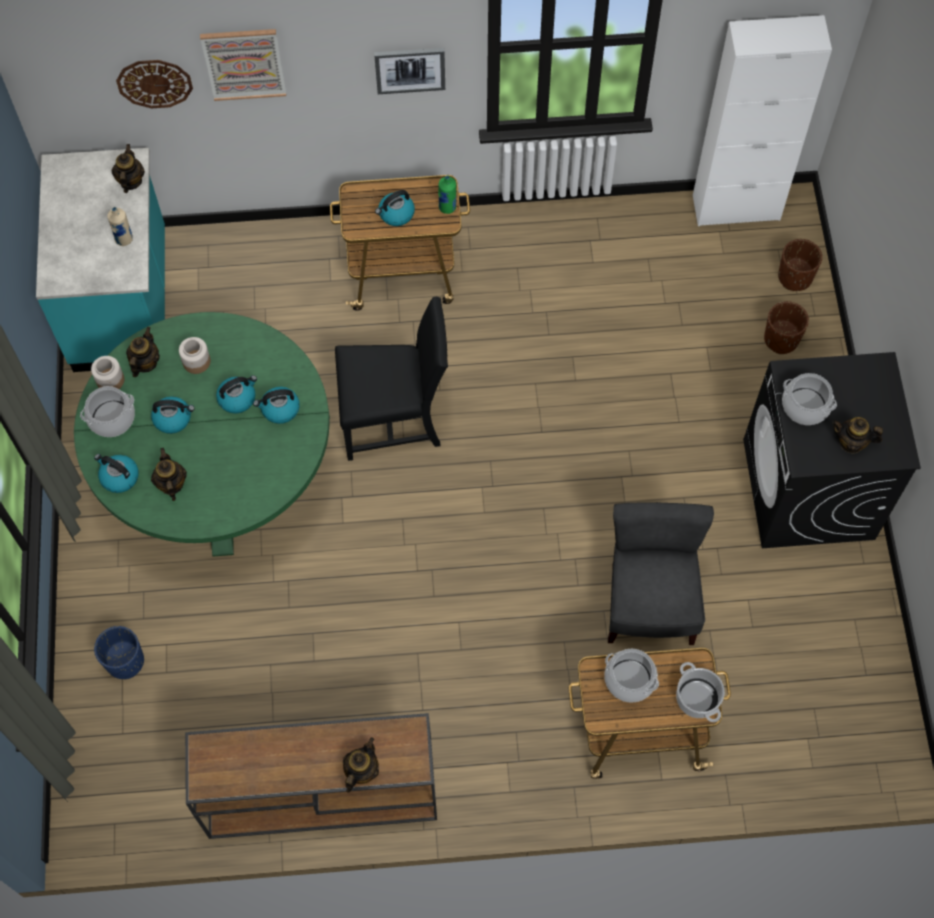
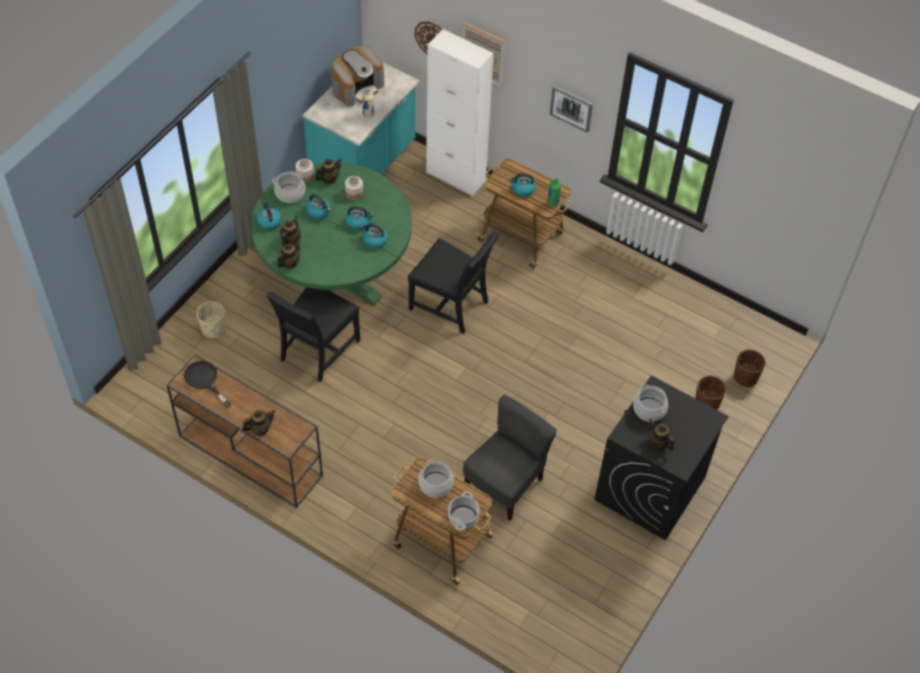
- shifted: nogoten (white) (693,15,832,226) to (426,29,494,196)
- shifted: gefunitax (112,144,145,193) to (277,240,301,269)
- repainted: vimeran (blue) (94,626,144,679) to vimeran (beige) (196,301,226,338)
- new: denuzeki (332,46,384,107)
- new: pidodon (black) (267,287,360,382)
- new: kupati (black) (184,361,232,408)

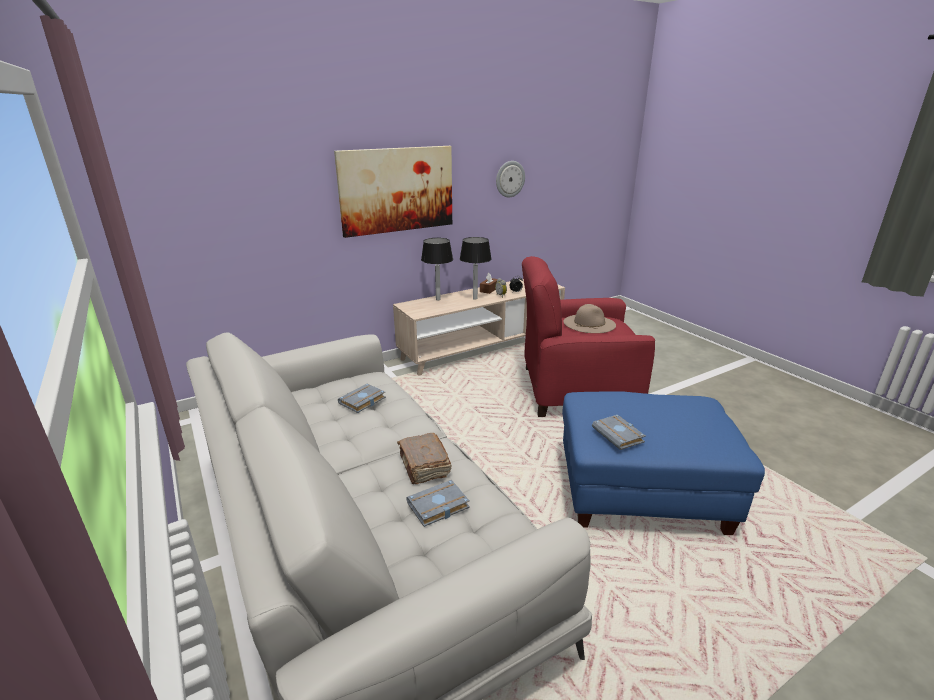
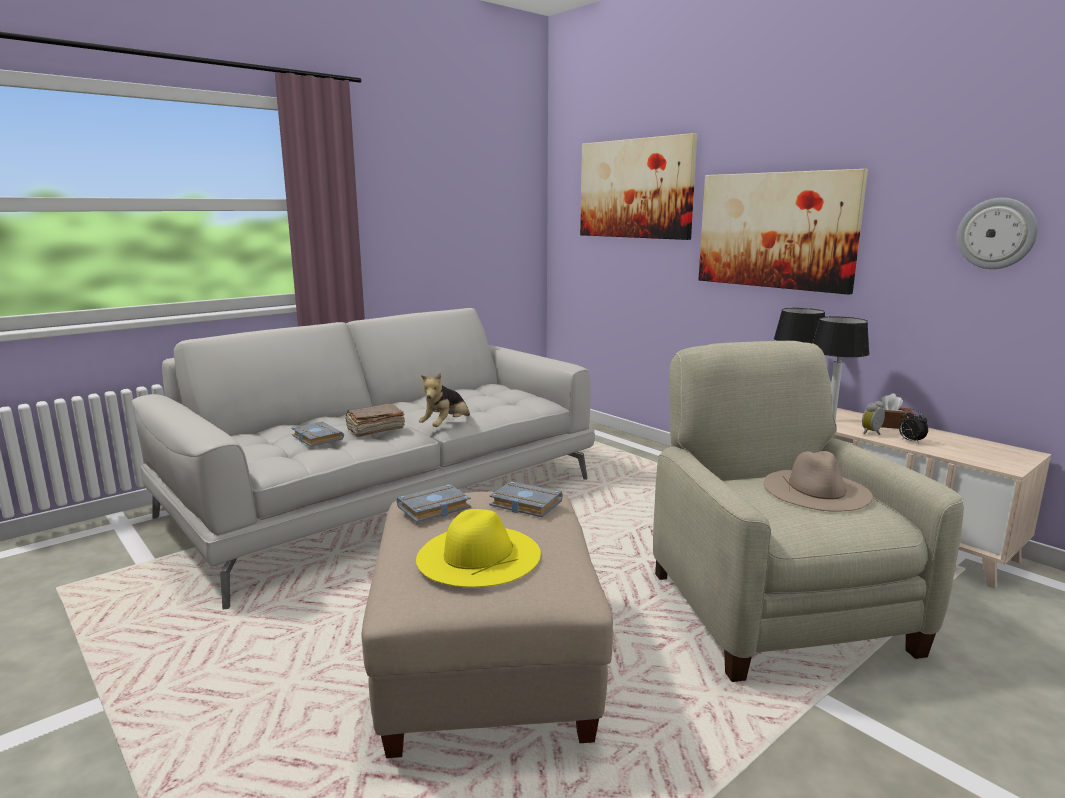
- repainted: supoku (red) (522,256,655,417) to supoku (beige) (653,341,964,682)
- shifted: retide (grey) (338,384,386,413) to (489,481,563,517)
- repainted: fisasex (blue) (562,391,765,535) to fisasex (beige) (361,491,613,758)
- new: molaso (580,133,697,240)
- new: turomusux (419,373,470,427)
- new: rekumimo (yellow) (416,509,541,587)

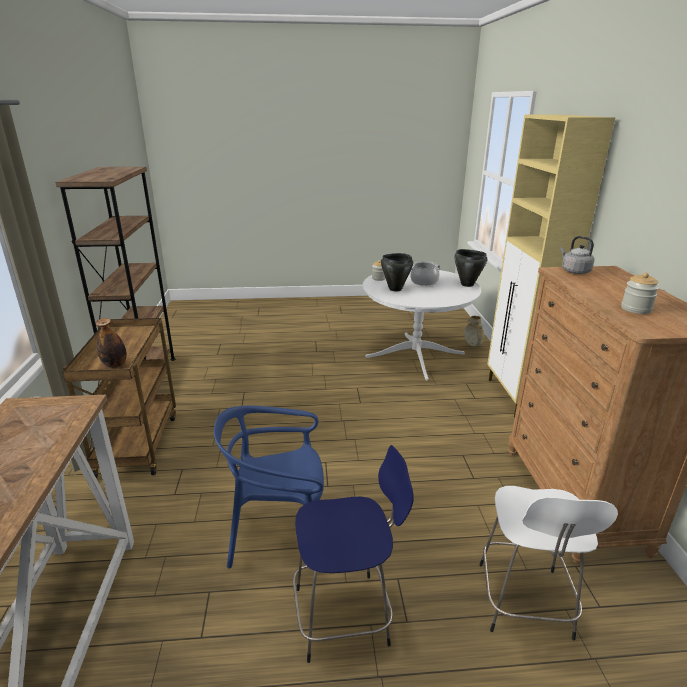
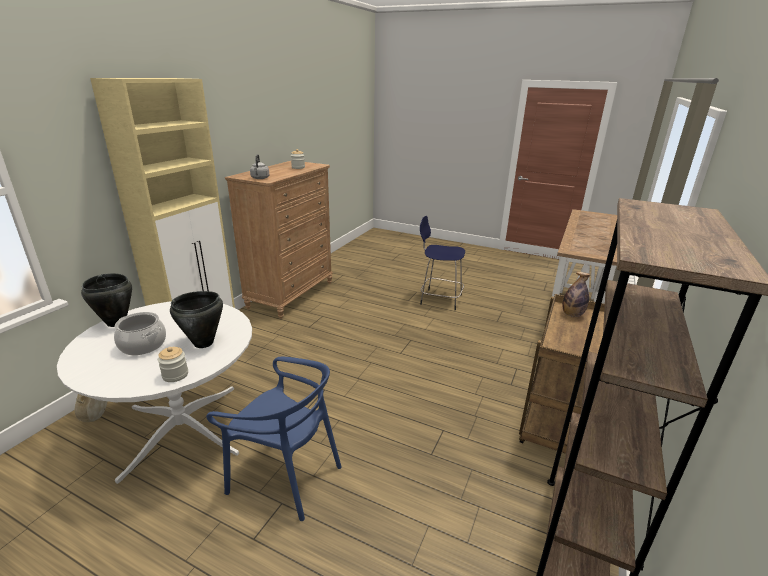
- shifted: pidodon (blue) (214,406,324,569) to (206,357,341,521)
- gone: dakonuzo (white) (479,486,618,641)

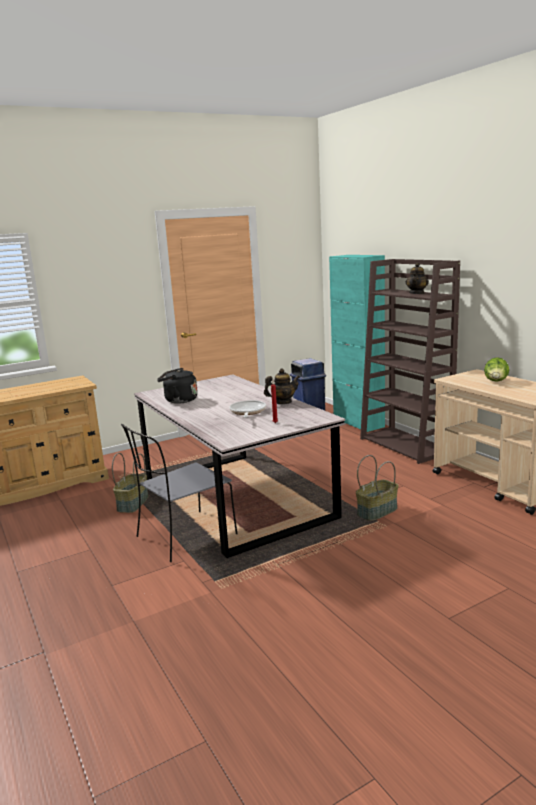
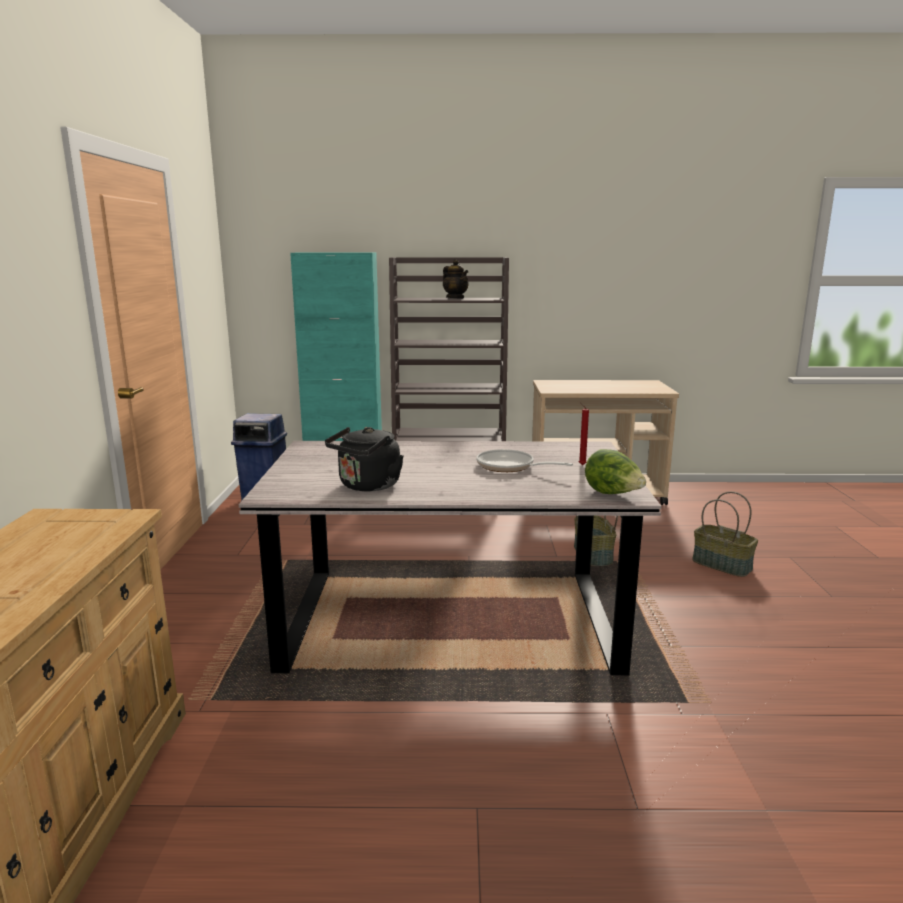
- shifted: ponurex (484,357,509,382) to (585,449,646,494)
- gone: gefunitax (264,368,300,404)
- gone: pidodon (grey) (121,424,238,562)
- shifted: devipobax (112,453,149,513) to (692,492,758,577)

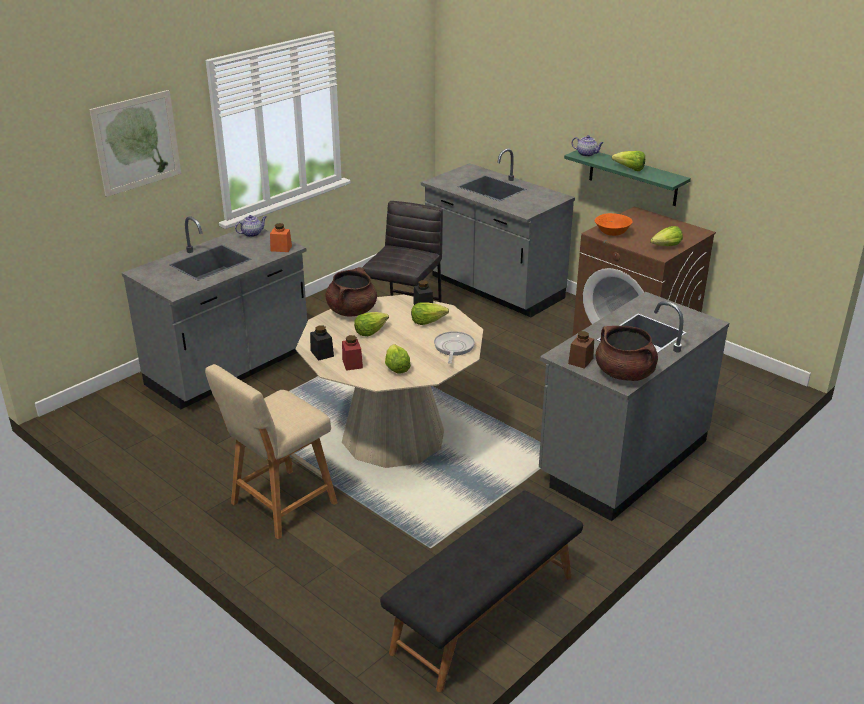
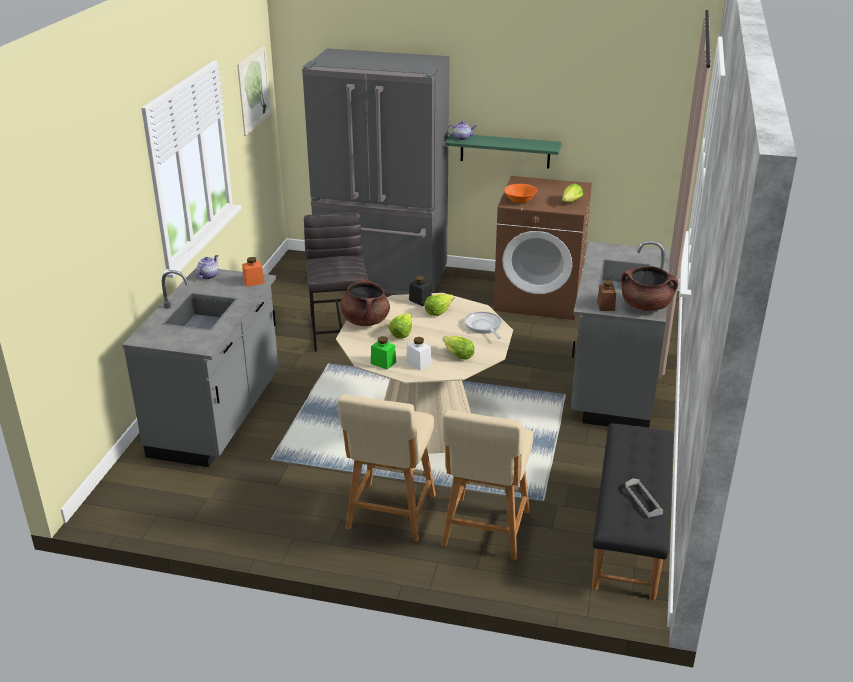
- shifted: molaso (90,90,181,197) to (237,45,271,136)
- swapped: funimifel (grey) (421,148,575,317) to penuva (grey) (302,48,450,295)
- gone: ponurex (612,151,645,171)
- repainted: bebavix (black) (310,325,334,361) to bebavix (green) (371,336,396,370)
- repainted: bebavix (red) (342,335,363,371) to bebavix (white) (406,337,432,371)
- new: dakonuzo (beige) (441,410,533,560)
- new: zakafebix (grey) (625,478,663,517)

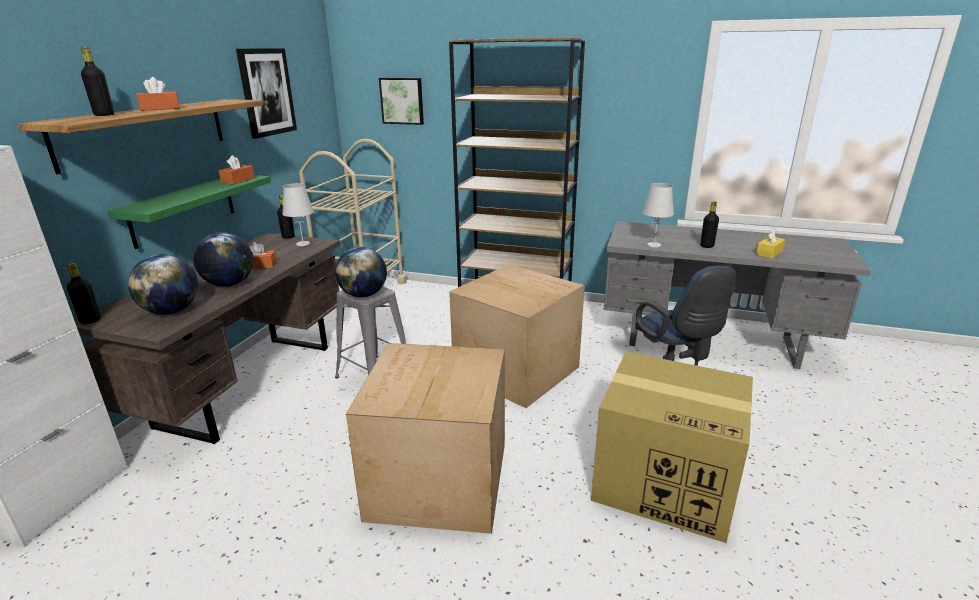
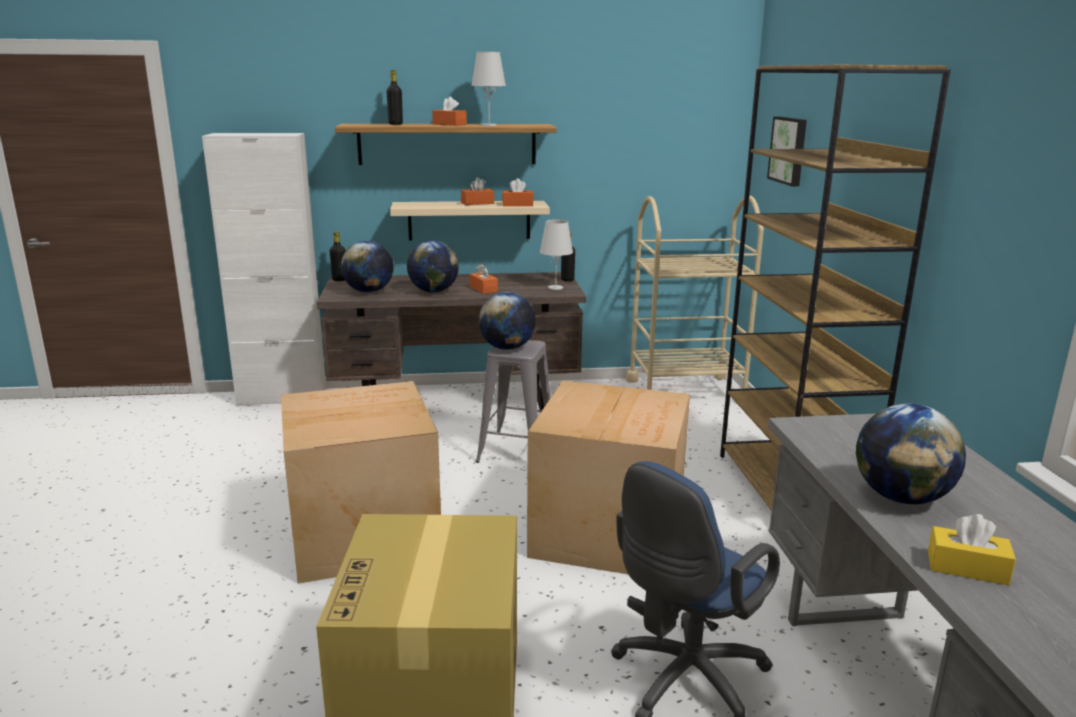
- gone: molaso (236,48,297,139)
- repainted: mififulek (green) (107,175,271,249) to mififulek (beige) (390,201,550,241)
- shifted: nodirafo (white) (642,183,674,248) to (471,52,506,126)
- swapped: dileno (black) (700,201,719,248) to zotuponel (856,403,966,504)
- new: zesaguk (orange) (461,177,494,205)

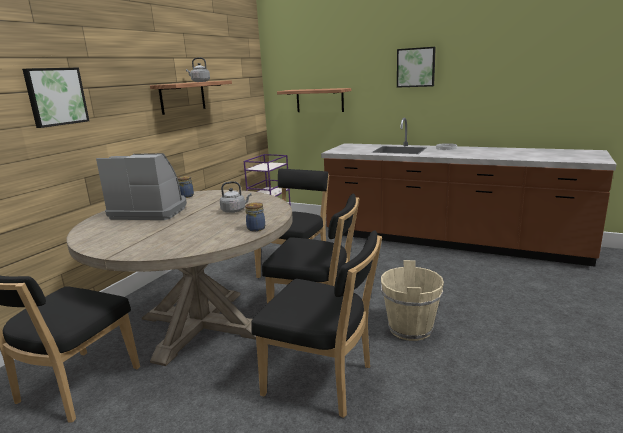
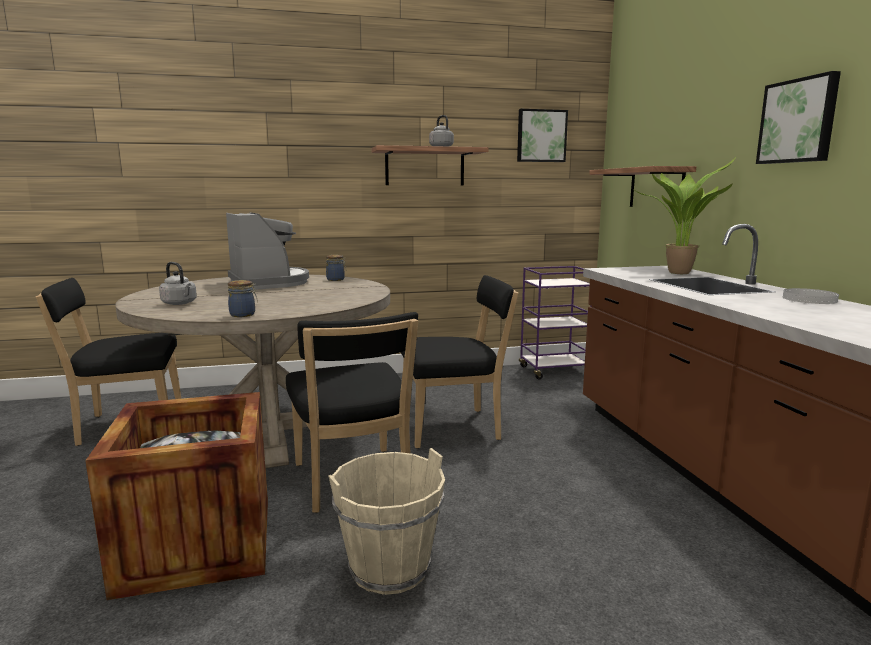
- shifted: molaso (22,68,89,128) to (517,109,568,162)
- shifted: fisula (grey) (220,181,252,213) to (159,262,197,305)
- swapped: pidodon (black) (251,230,382,418) to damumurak (85,392,268,600)
- new: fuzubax (636,157,736,274)

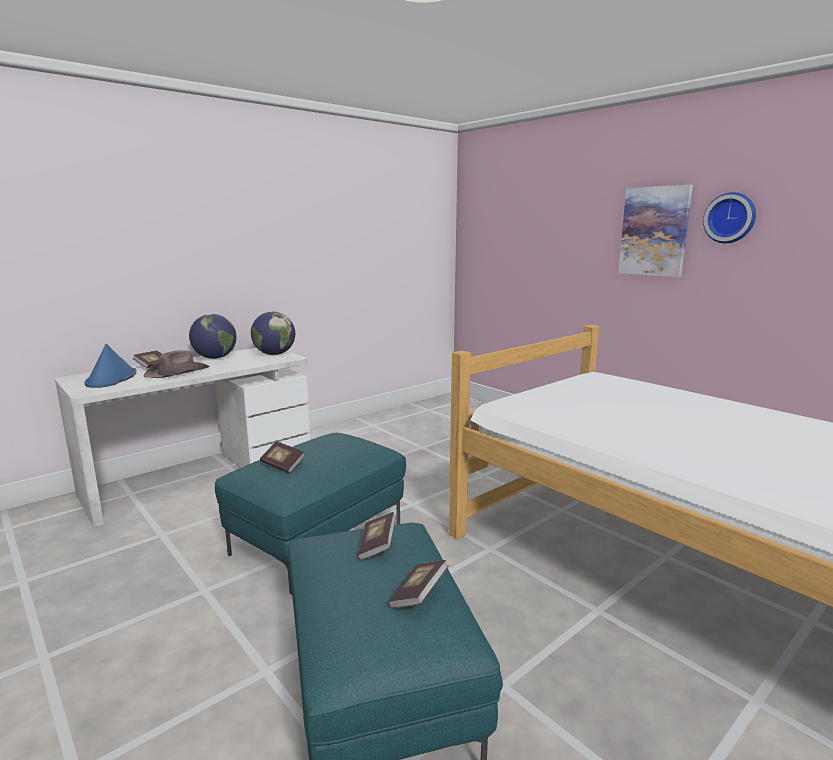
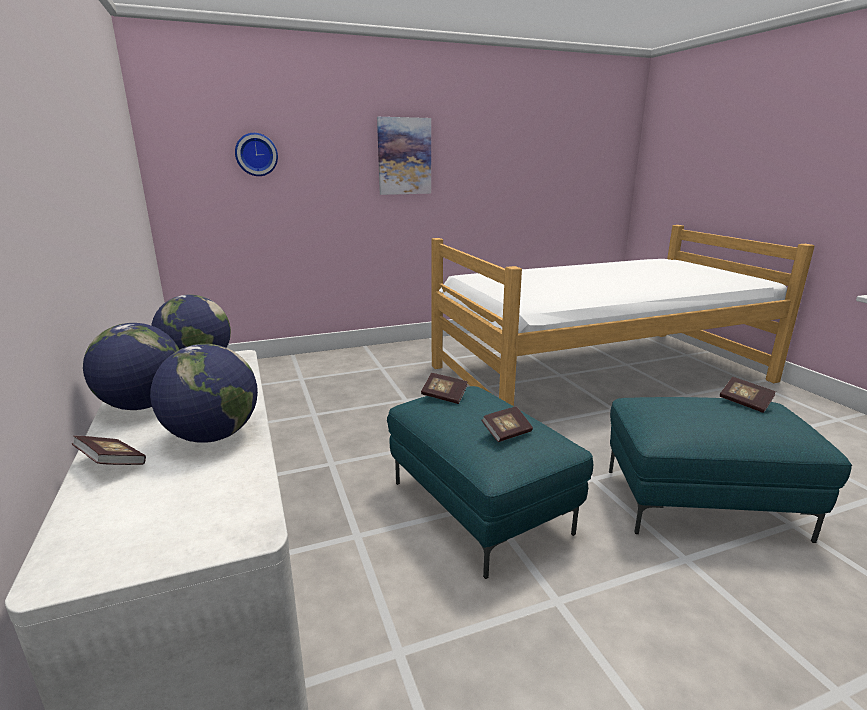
- shifted: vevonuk (703,192,756,243) to (235,133,278,176)
- gone: rekumimo (blue) (84,344,137,388)
- swapped: rekumimo (brown) (143,350,209,378) to zotuponel (150,344,258,443)
- shifted: retide (357,512,396,560) to (421,373,468,404)

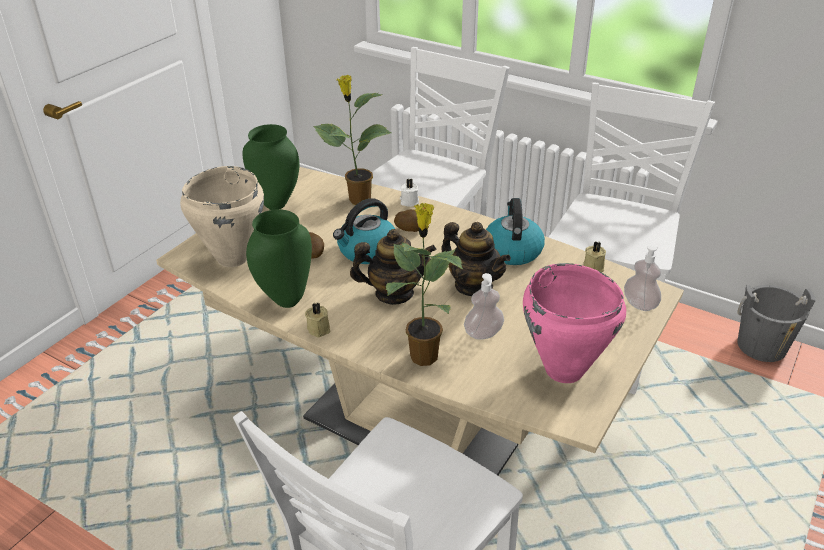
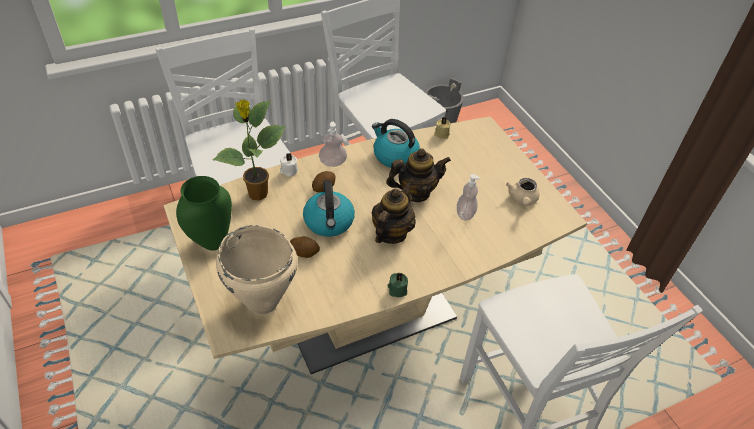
- gone: fuzubax (386,202,463,366)
- gone: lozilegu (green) (246,209,312,308)
- shifted: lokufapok (624,245,661,311) to (319,121,347,167)
- swapped: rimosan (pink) (523,263,626,383) to gefunitax (beige) (506,178,540,206)
- repainted: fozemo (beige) (305,303,330,337) to fozemo (green) (388,272,408,297)

